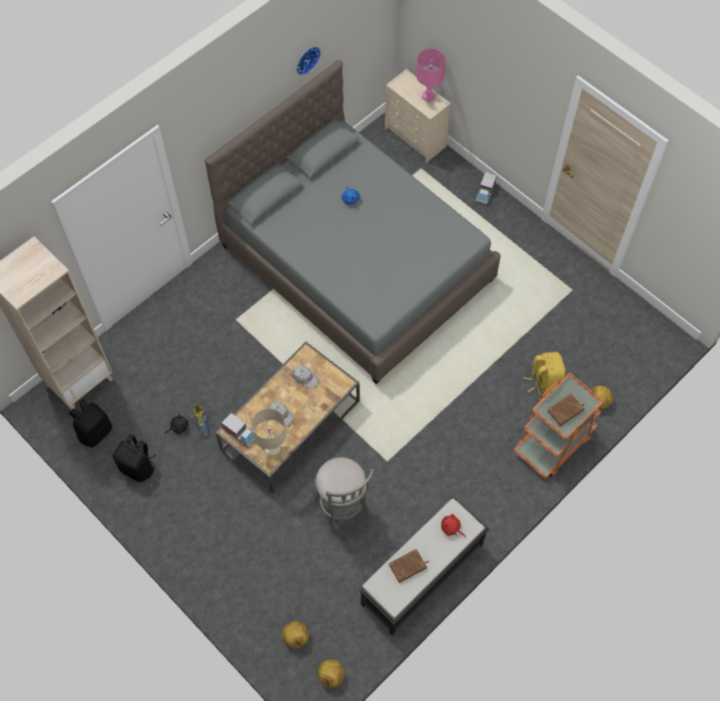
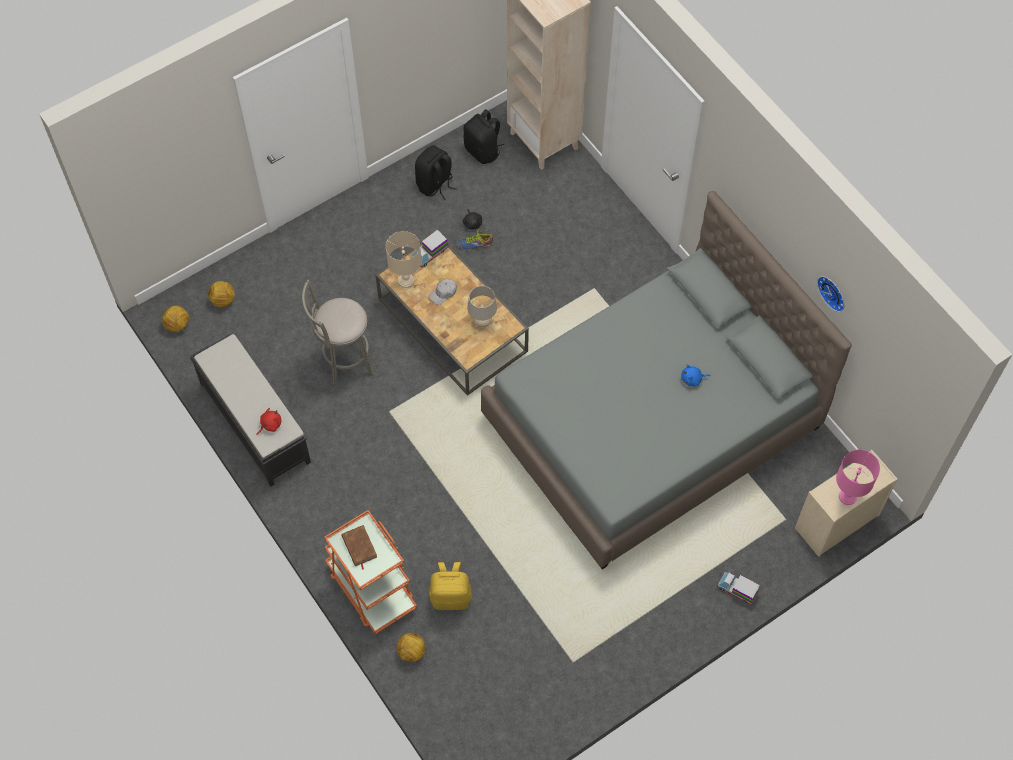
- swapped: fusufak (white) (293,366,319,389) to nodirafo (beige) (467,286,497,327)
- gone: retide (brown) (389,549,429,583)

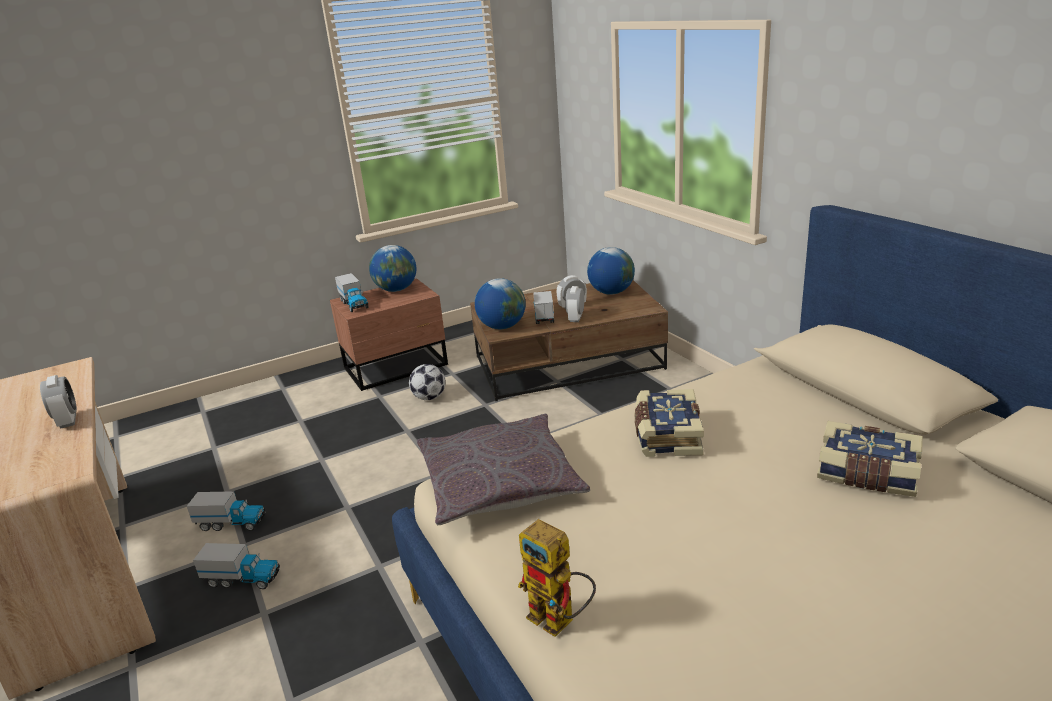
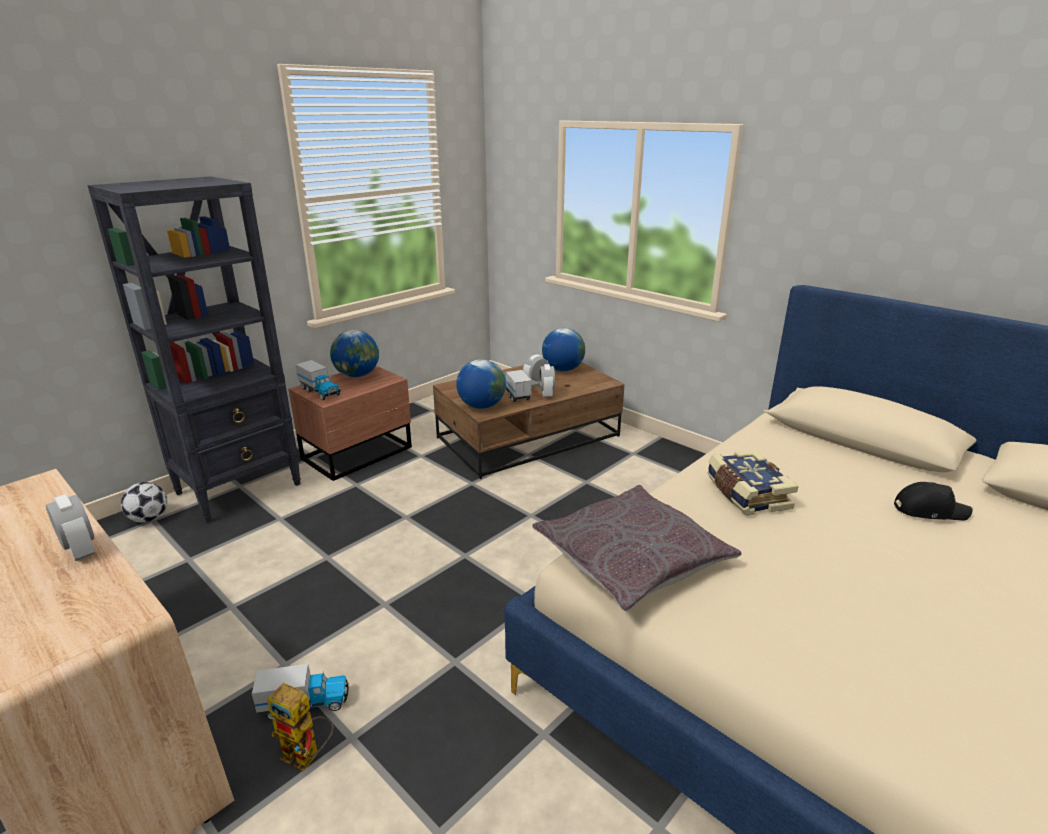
- shifted: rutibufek (409,364,446,400) to (121,482,167,523)
- swapped: retide (817,421,923,497) to fusufak (black) (894,482,973,521)
- gone: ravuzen (187,491,266,531)
- shifted: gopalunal (518,519,596,637) to (267,683,334,771)
- new: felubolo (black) (87,177,301,523)

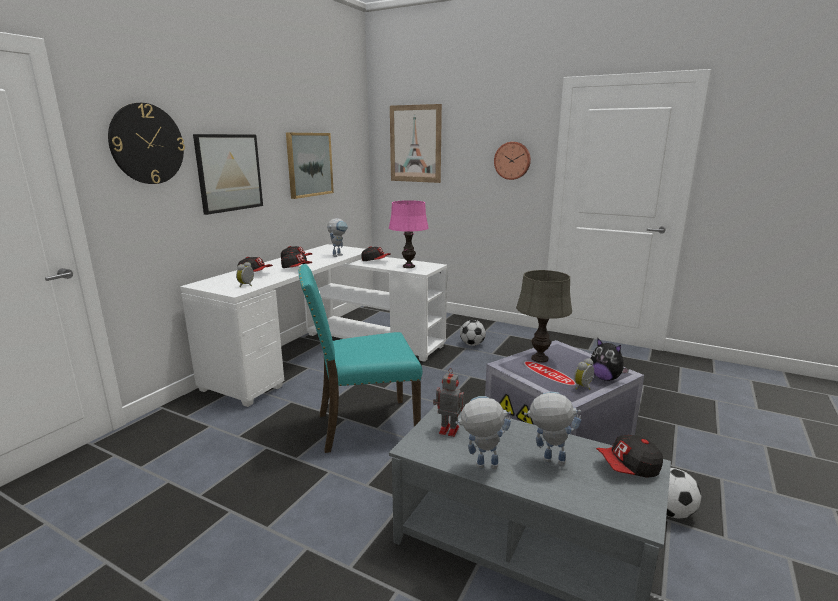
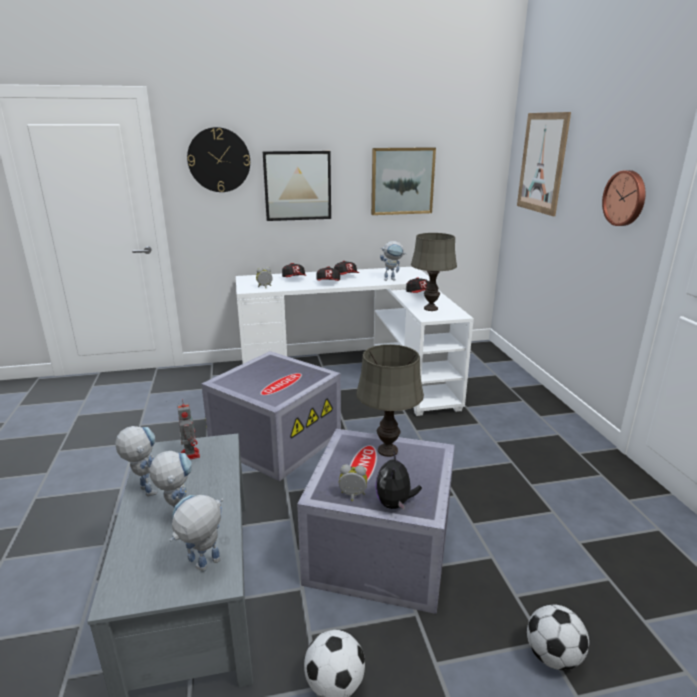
- repainted: nodirafo (pink) (389,200,429,268) to nodirafo (grey) (411,233,457,311)
- swapped: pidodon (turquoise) (298,264,422,453) to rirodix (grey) (201,351,341,481)
- shifted: rutibufek (460,320,486,346) to (527,604,589,670)
- swapped: fusufak (596,435,663,478) to gopalunal (170,495,223,572)

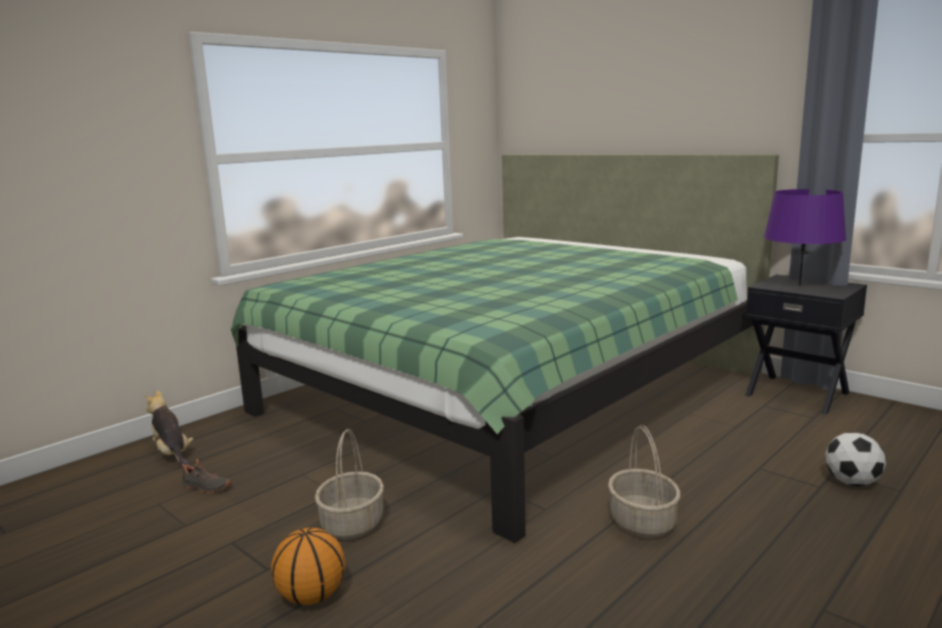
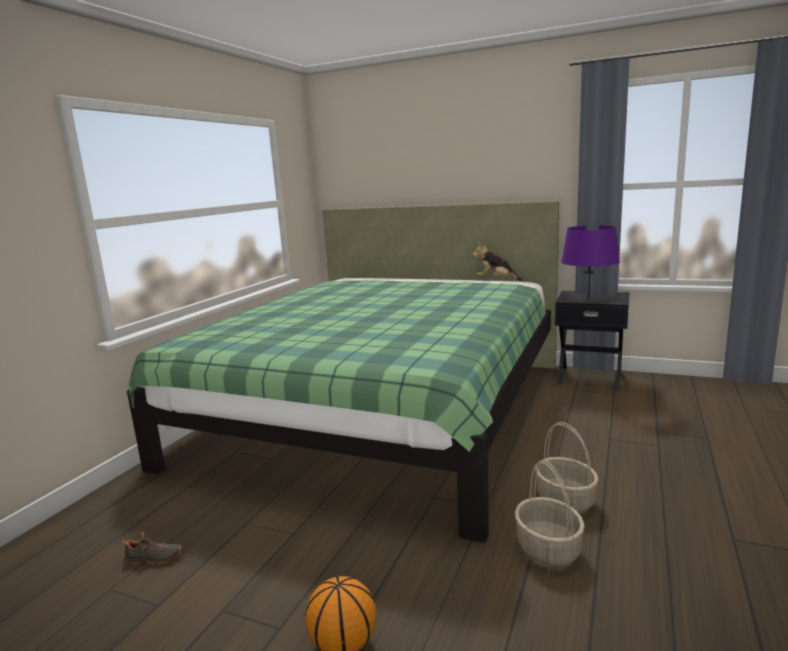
- shifted: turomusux (145,390,193,466) to (472,243,523,281)
- shifted: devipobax (315,429,384,539) to (515,460,585,566)
- gone: rutibufek (825,432,886,486)

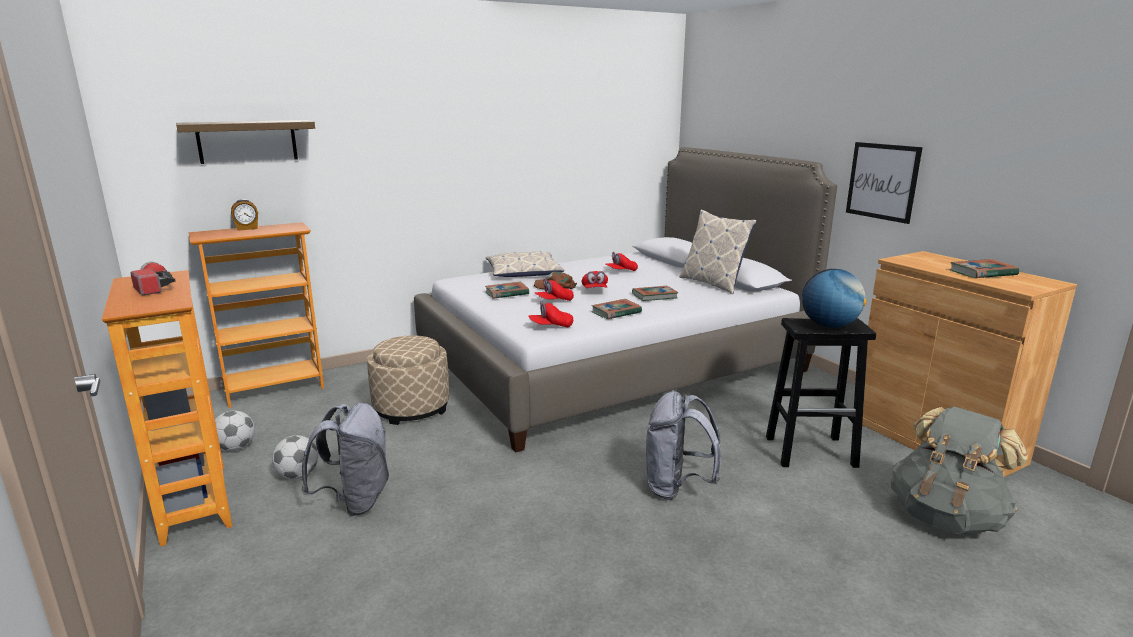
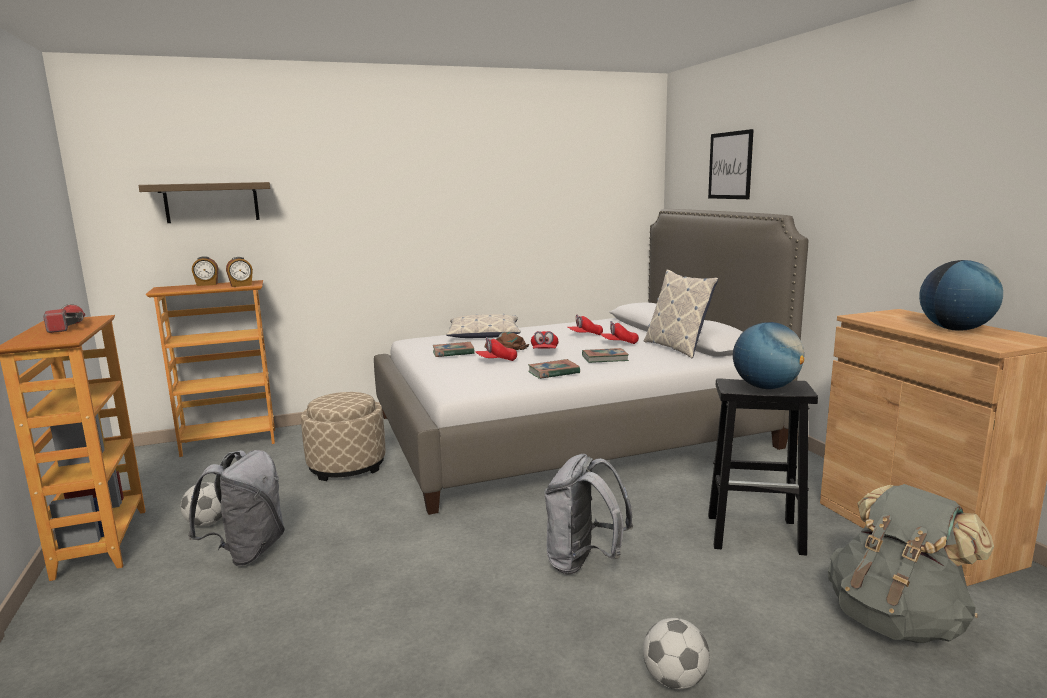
- shifted: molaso (846,142,923,224) to (708,129,754,199)
- swapped: retide (950,259,1019,278) to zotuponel (919,260,1003,331)
- shifted: fusufak (red) (528,300,573,327) to (600,321,639,344)
- shifted: rutibufek (215,411,255,451) to (643,618,710,689)
- new: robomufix (226,257,253,287)

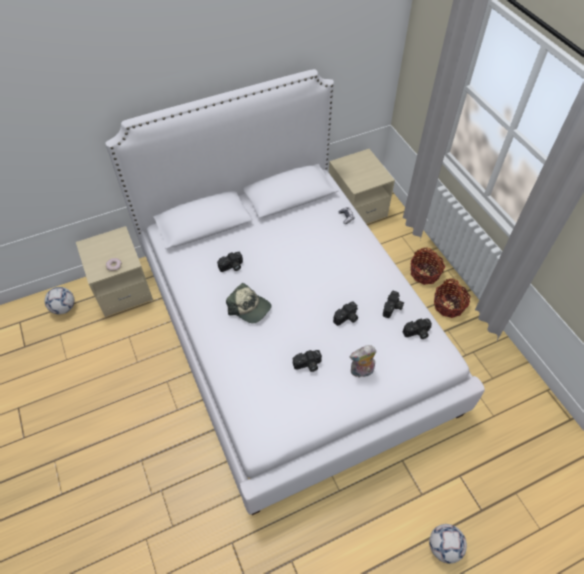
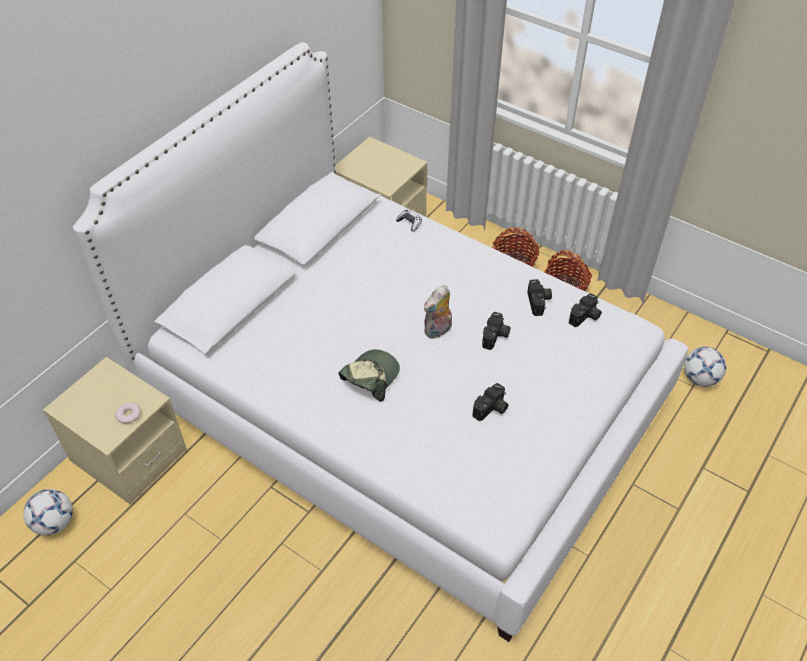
- gone: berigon (217,252,243,272)
- rotated: fusufak (226,283,271,324) = (339,350,400,402) 60 degrees counterclockwise
- shifted: turomusux (350,345,377,378) to (424,285,452,339)
- shifted: rutibufek (429,524,467,564) to (684,347,726,387)

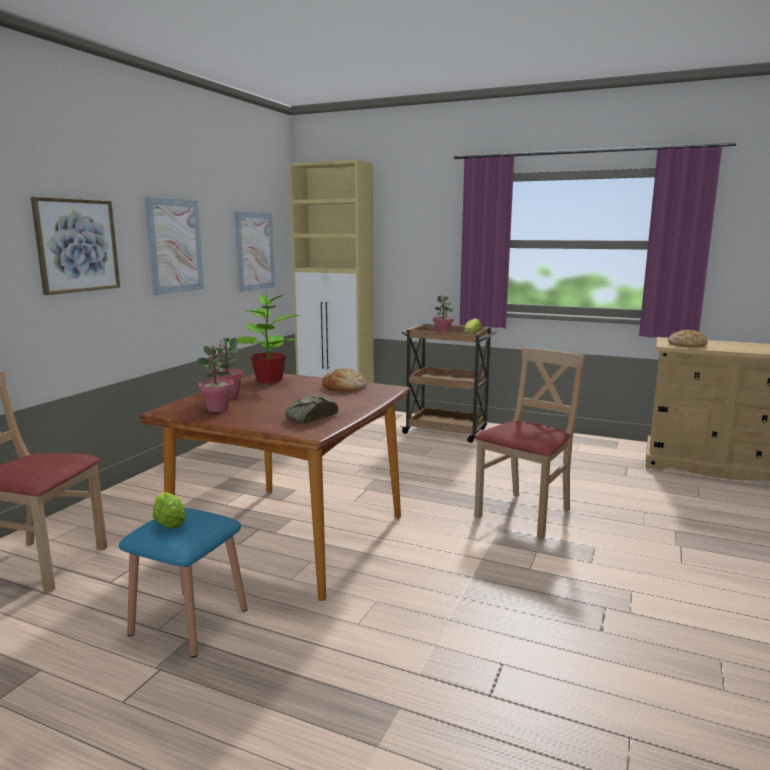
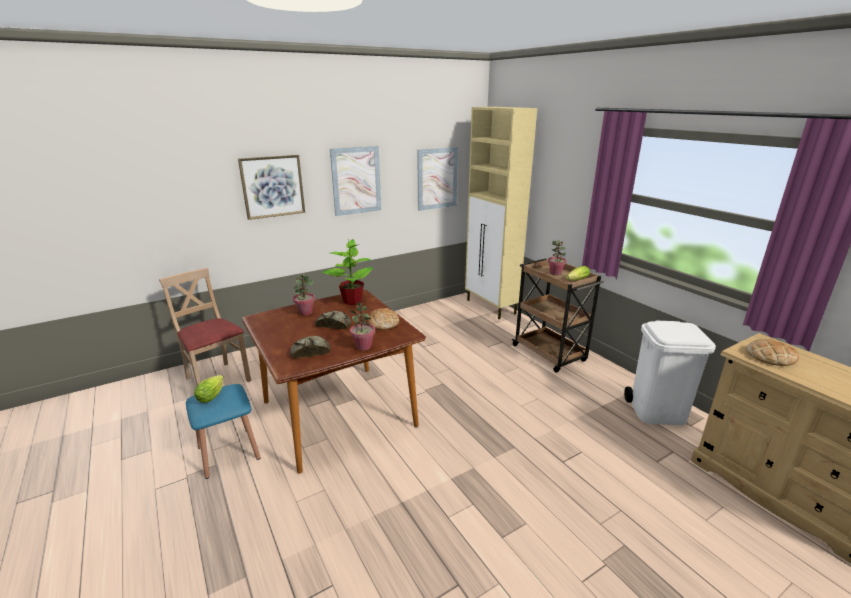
- shifted: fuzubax (196,345,234,412) to (350,301,375,350)
- gone: pidodon (beige) (474,347,585,539)
- new: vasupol (315,311,351,329)
- new: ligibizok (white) (624,320,716,425)

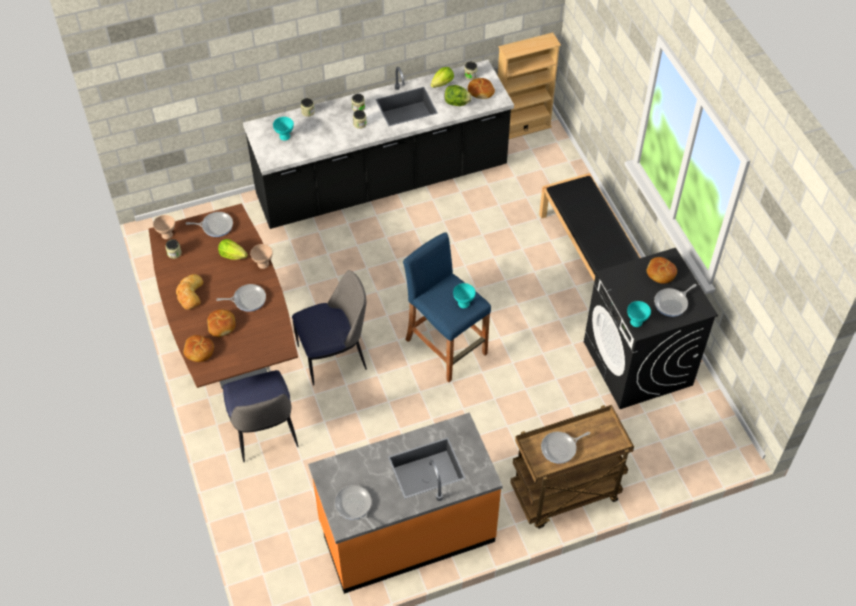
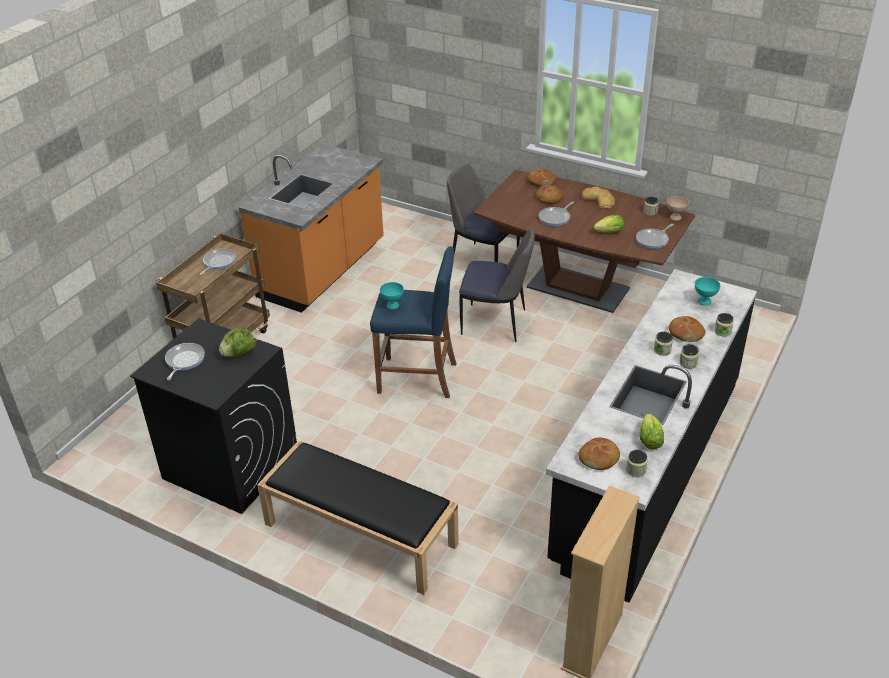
- shifted: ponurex (445,85,472,106) to (219,328,256,357)
- gone: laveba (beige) (250,244,273,269)
- shifted: vasupol (647,257,677,284) to (669,316,705,342)
- rotated: pidodon (292,270,367,386) = (459,228,535,342) 105 degrees counterclockwise
- gone: laveba (turquoise) (627,301,651,327)
- gone: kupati (334,485,376,529)

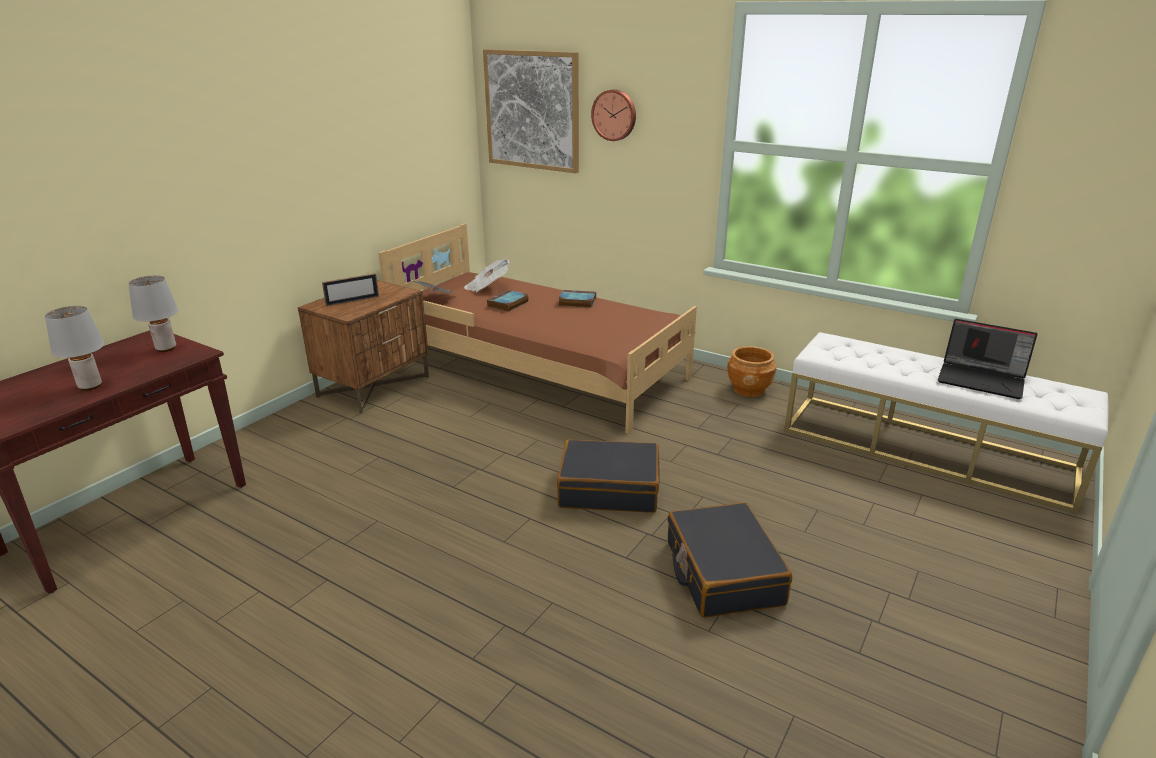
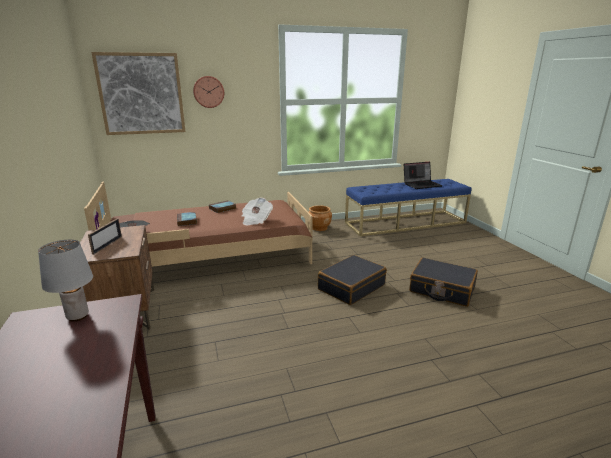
- shifted: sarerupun (464,259,510,292) to (242,198,273,226)
- gone: nodirafo (grey) (45,306,104,391)
- repainted: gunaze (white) (784,332,1108,514) to gunaze (blue) (345,179,472,236)

